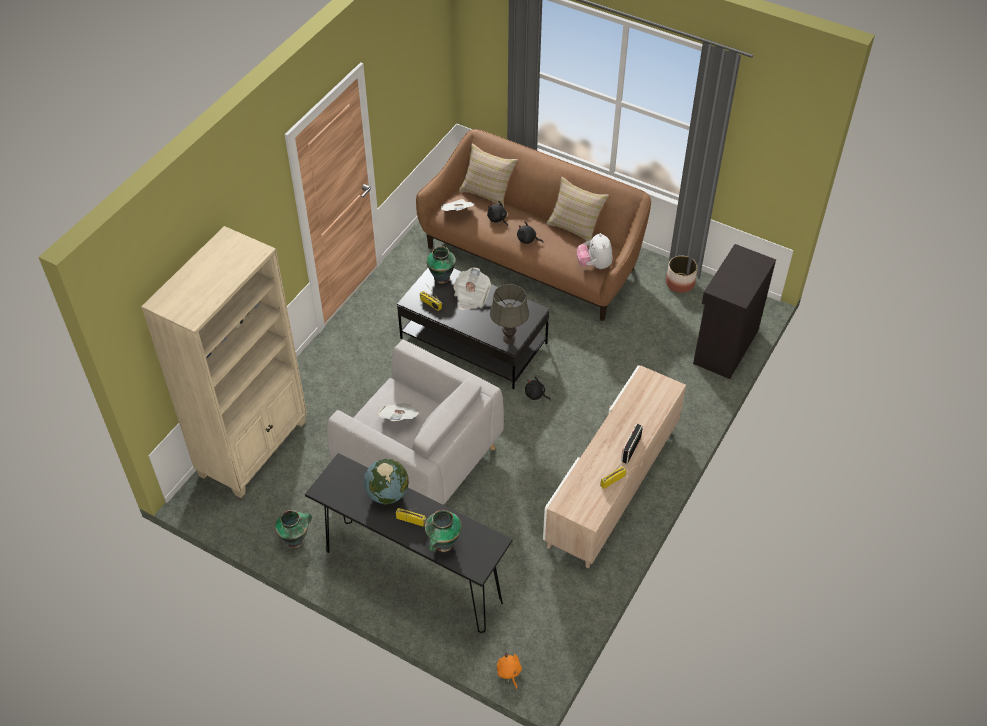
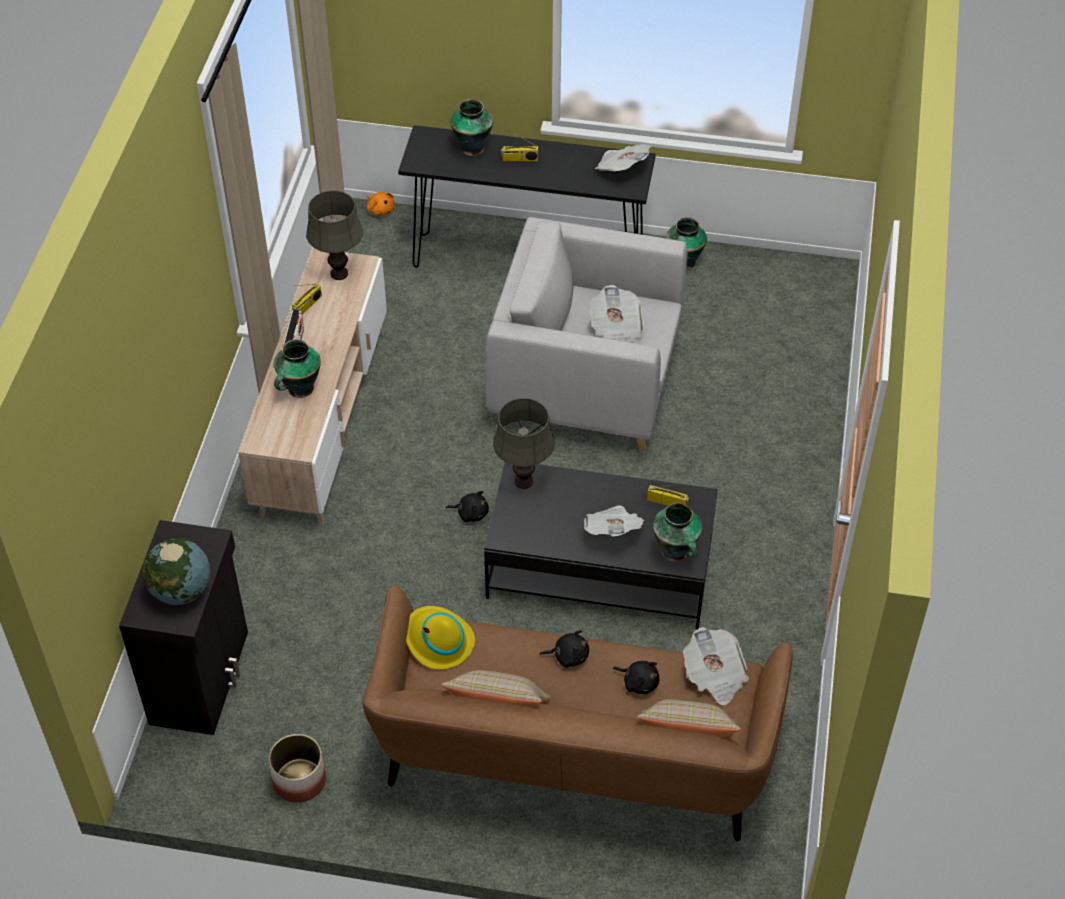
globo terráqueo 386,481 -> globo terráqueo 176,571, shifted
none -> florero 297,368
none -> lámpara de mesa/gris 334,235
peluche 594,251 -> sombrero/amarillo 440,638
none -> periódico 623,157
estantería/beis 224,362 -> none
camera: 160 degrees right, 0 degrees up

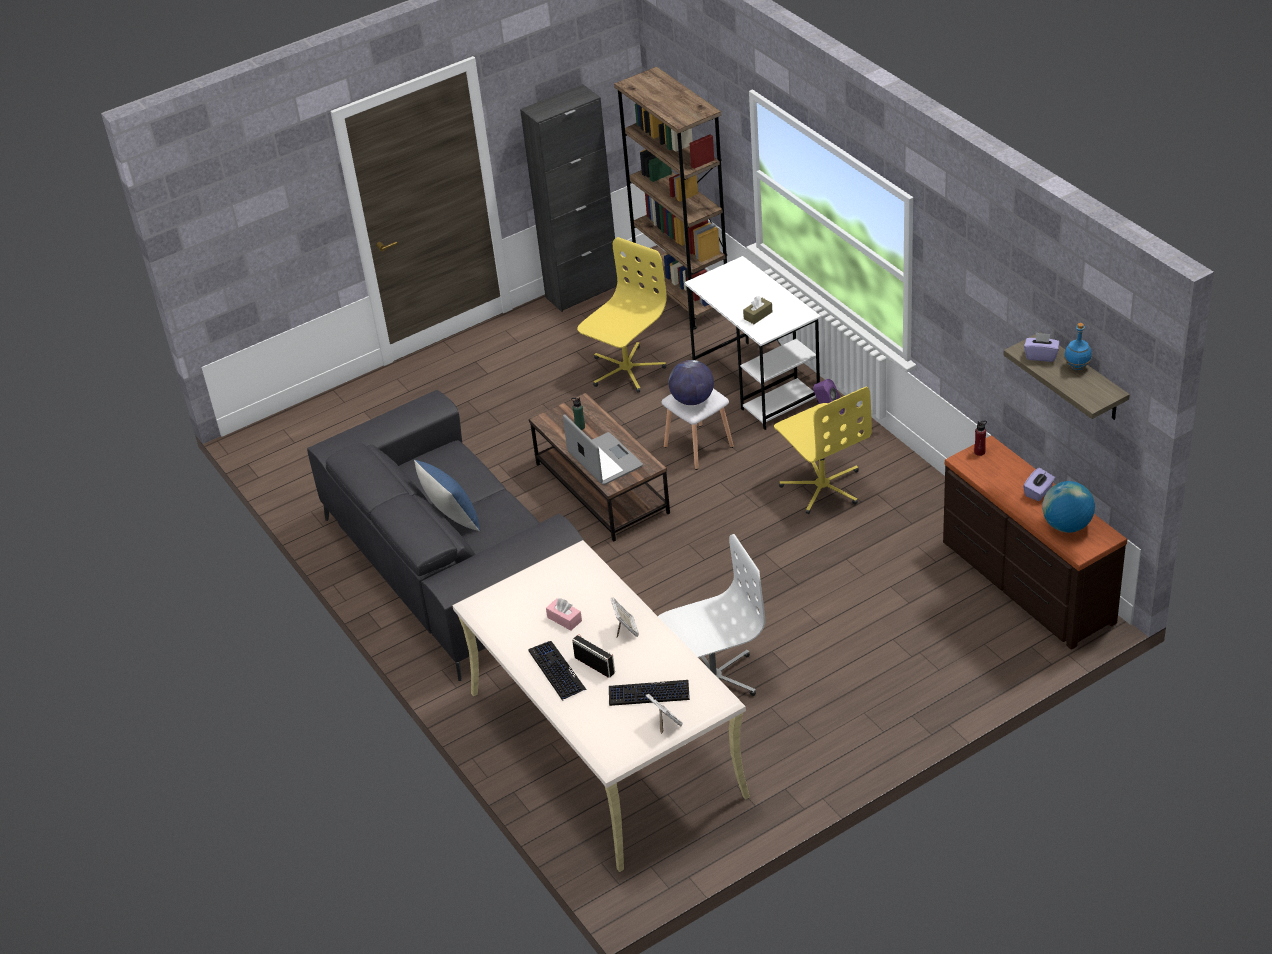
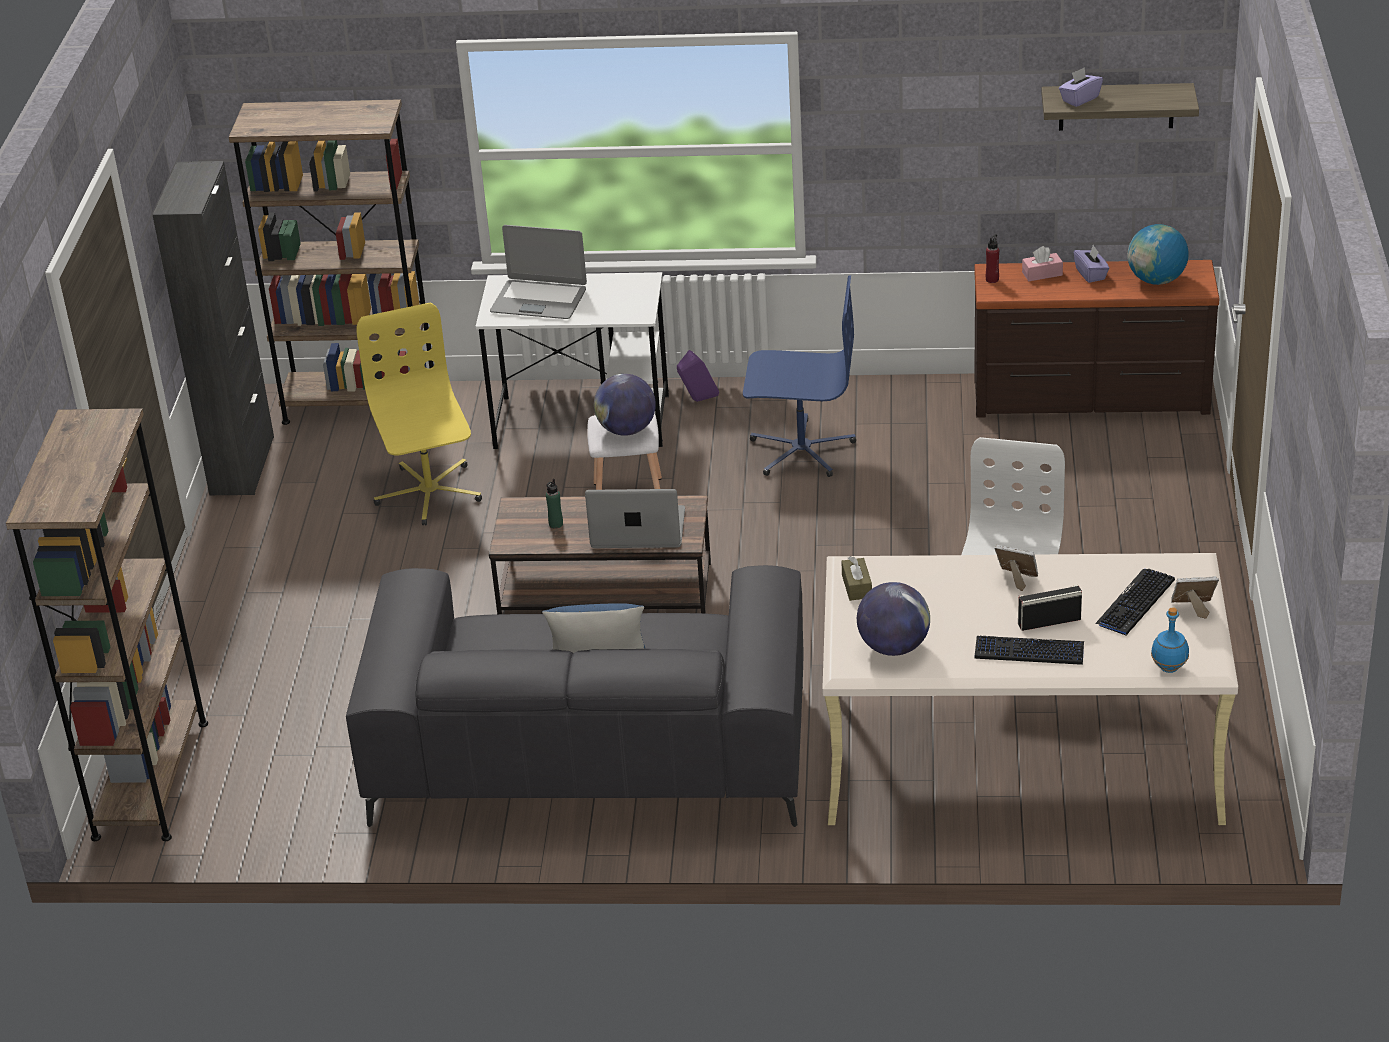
none -> estantería/marrón 107,624
none -> portátil 538,272
silla de oficina/amarillo 823,450 -> silla de oficina/azul 799,376
caja de pañuelos/marrón 757,310 -> caja de pañuelos/marrón 856,578, shifted
none -> globo terráqueo 893,619
caja de pañuelos/rosa 564,614 -> caja de pañuelos/rosa 1042,263, shifted
botella/azul 1078,346 -> botella/azul 1170,640, shifted
camera: 55 degrees left, 5 degrees down

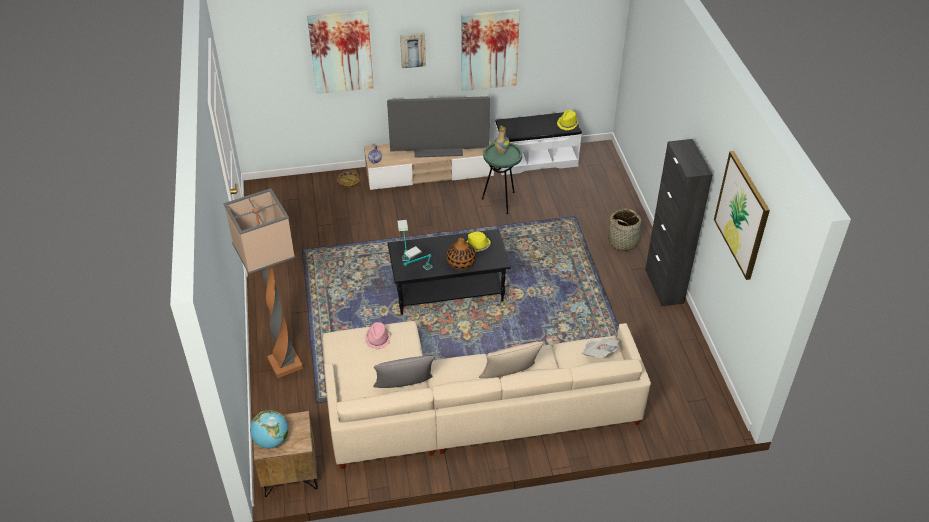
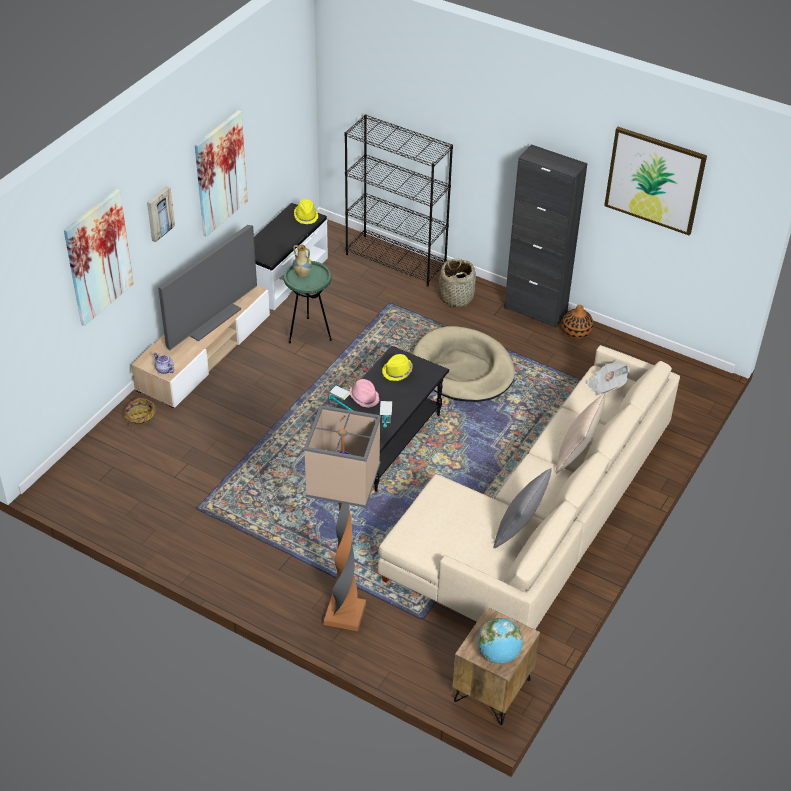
none -> estantería/negro 398,200
sombrero/rosa 378,335 -> sombrero/rosa 365,393, shifted
none -> cama para perro/beis 464,364
florero 461,254 -> florero 577,322, shifted
camera: 50 degrees left, 0 degrees up

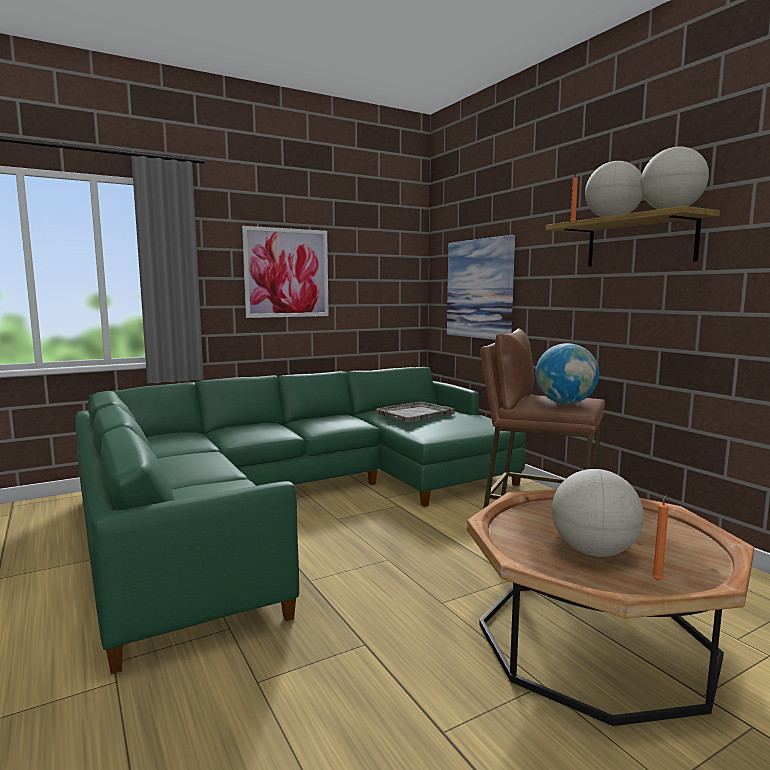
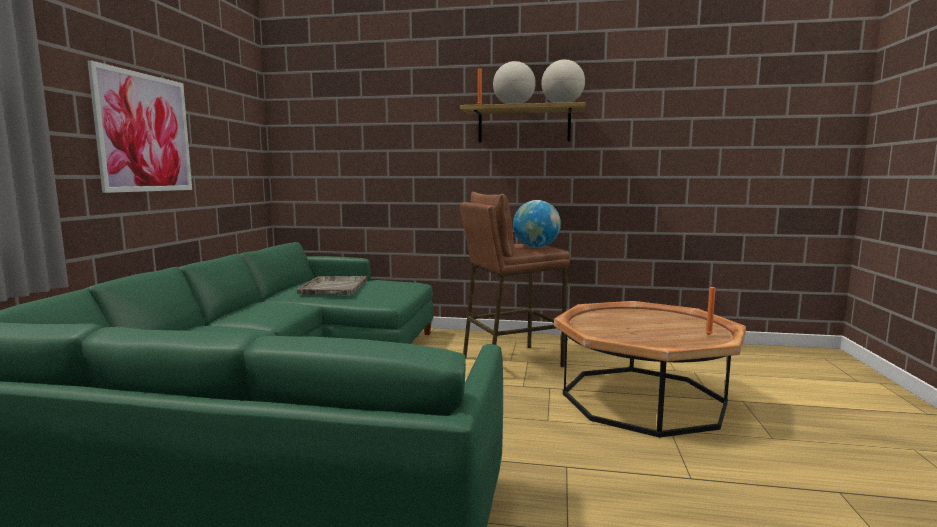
cuadro 481,287 -> none
globo terráqueo 598,513 -> none
camera: 50 degrees left, 0 degrees up

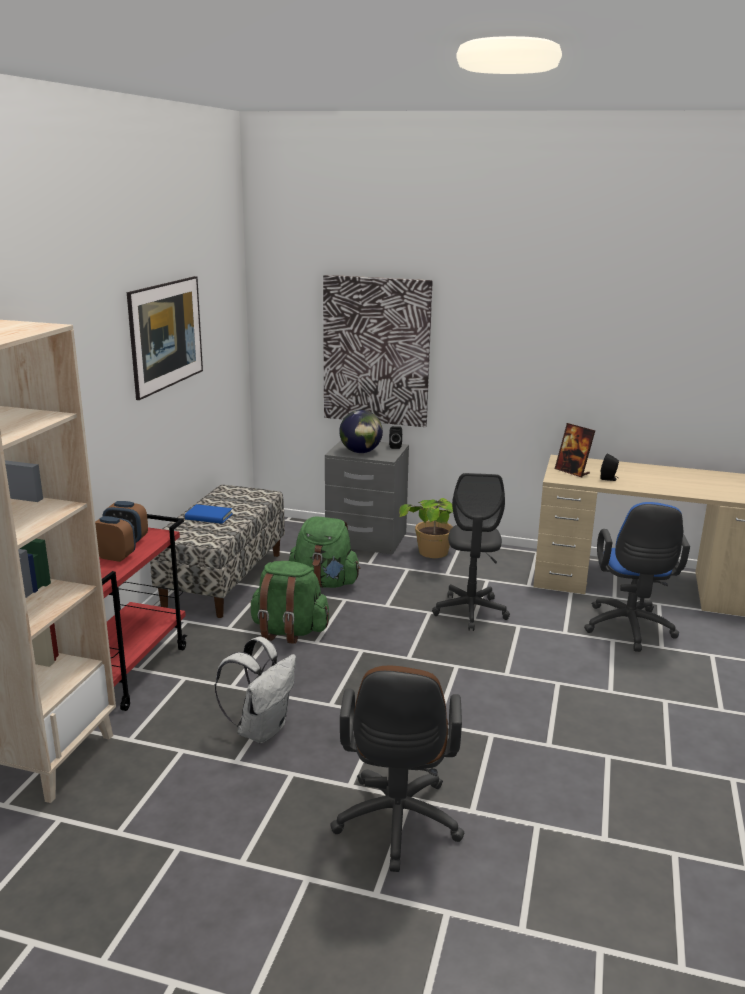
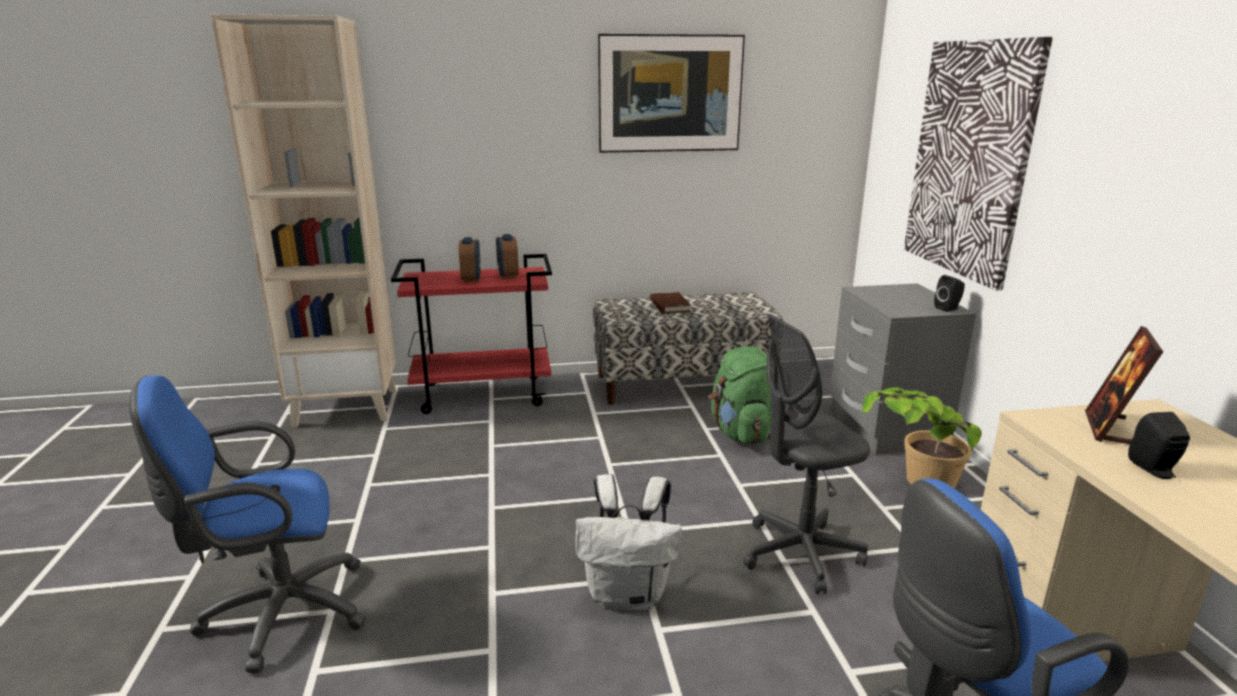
silla de oficina/marrón 397,769 -> silla de oficina/azul 247,524
mochila/blanco 255,690 -> mochila/blanco 628,542, shifted
libro/azul 209,514 -> libro/marrón 670,302
mochila/verde 289,602 -> none
globo terráqueo 361,431 -> none
camera: 65 degrees right, 0 degrees up

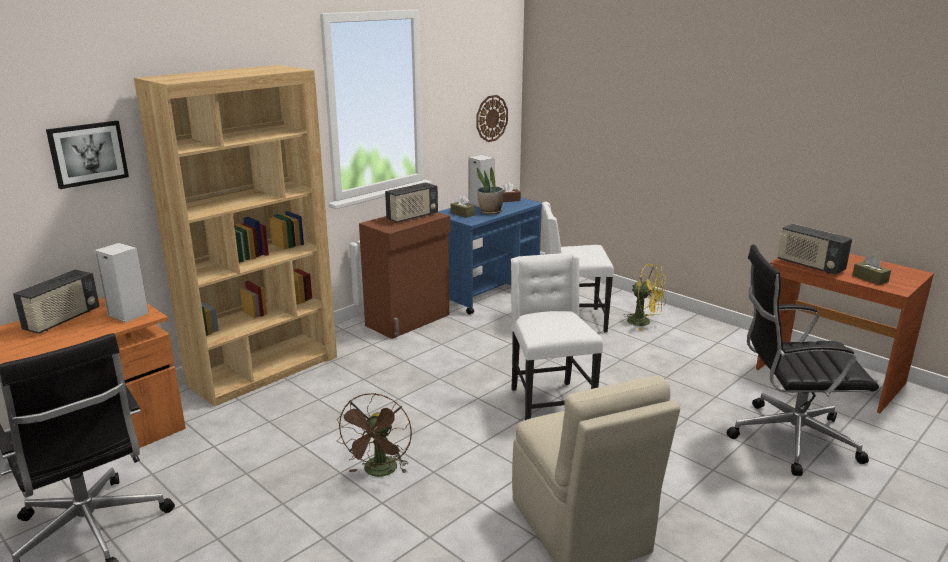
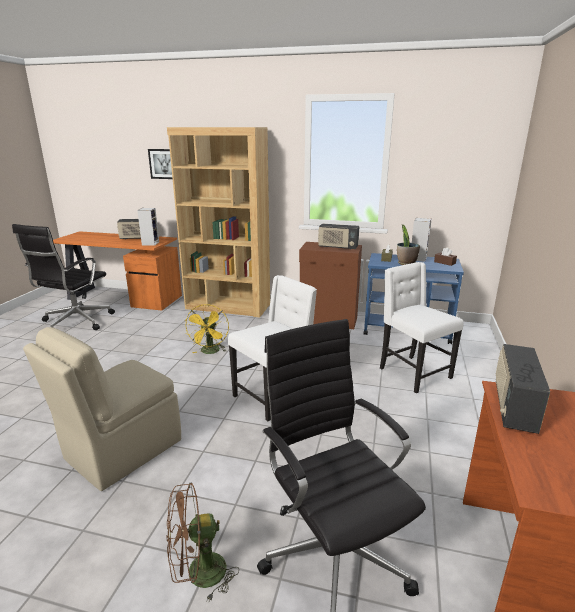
ventilador/marrón 374,435 -> ventilador/marrón 202,542, shifted
ventilador/amarillo 645,297 -> ventilador/amarillo 207,329, shifted
reloj de pared 492,118 -> none
caja de pañuelos/marrón 871,270 -> none
camera: 60 degrees right, 0 degrees up

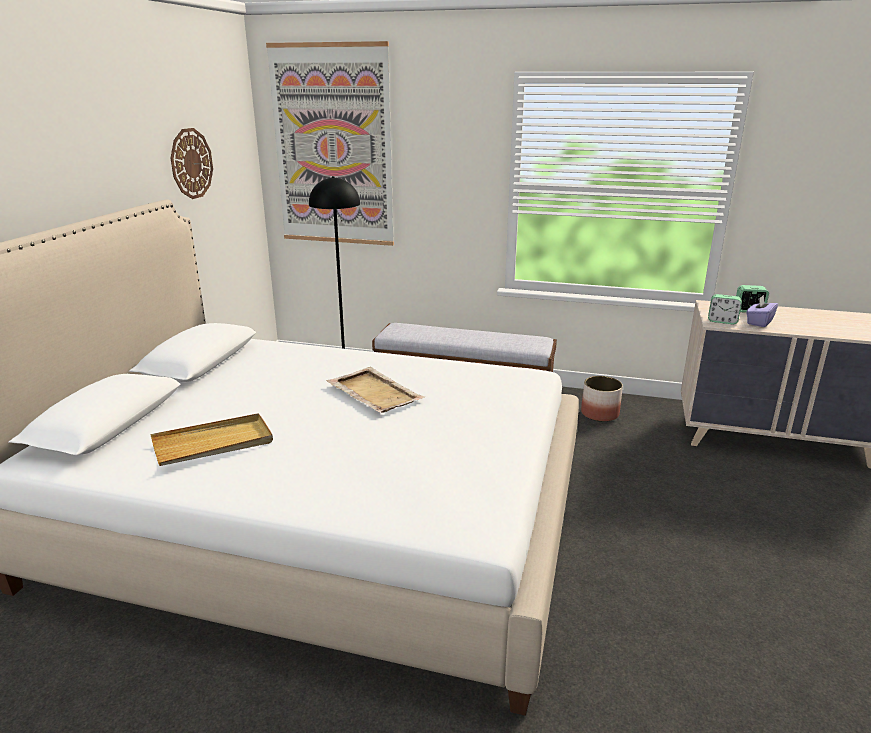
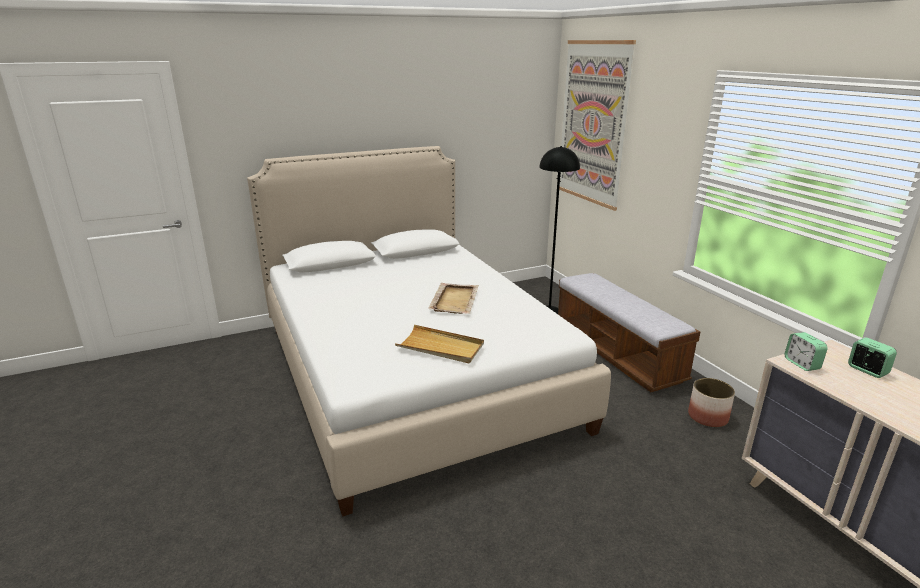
bandeja/beis 211,439 -> bandeja/beis 439,344, shifted
reloj de pared 192,163 -> none
caja de pañuelos/morado 762,311 -> none
camera: 50 degrees right, 0 degrees up

